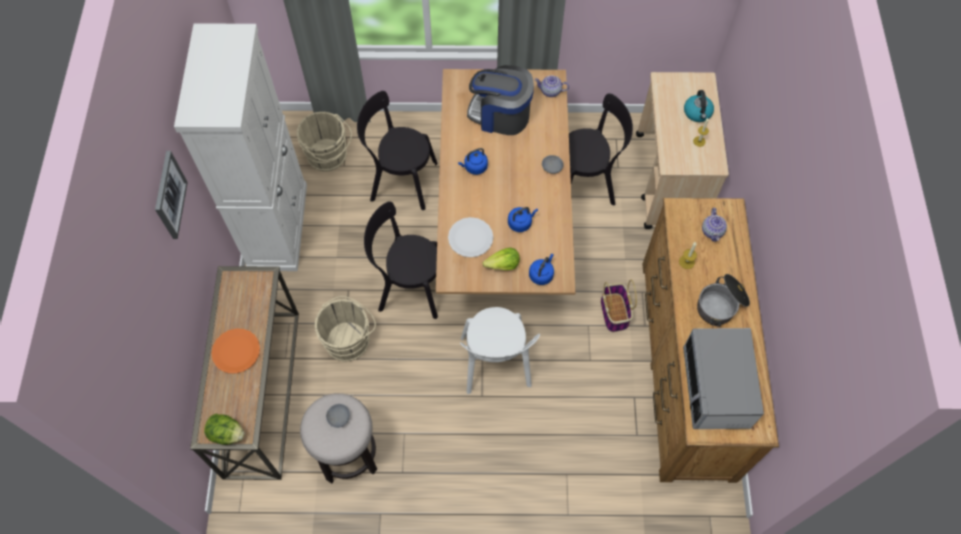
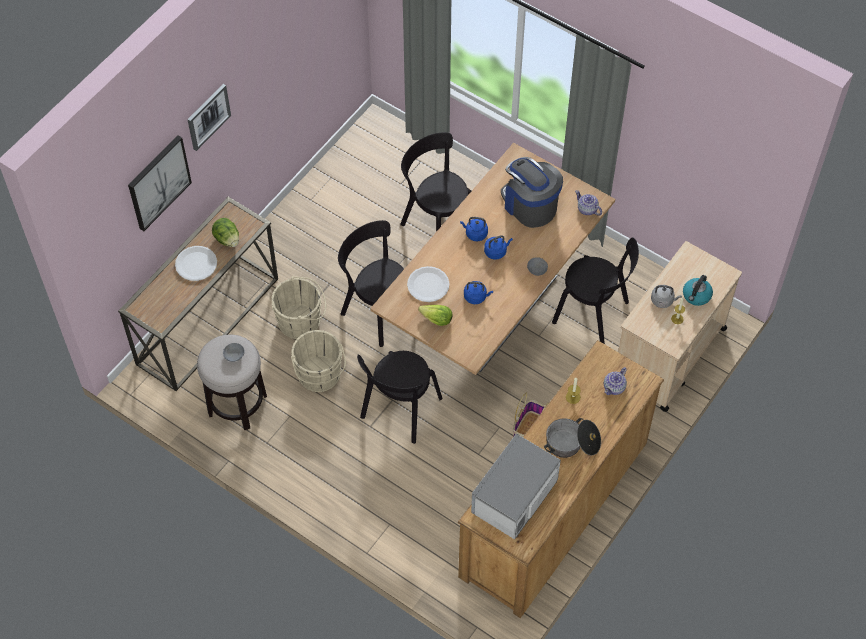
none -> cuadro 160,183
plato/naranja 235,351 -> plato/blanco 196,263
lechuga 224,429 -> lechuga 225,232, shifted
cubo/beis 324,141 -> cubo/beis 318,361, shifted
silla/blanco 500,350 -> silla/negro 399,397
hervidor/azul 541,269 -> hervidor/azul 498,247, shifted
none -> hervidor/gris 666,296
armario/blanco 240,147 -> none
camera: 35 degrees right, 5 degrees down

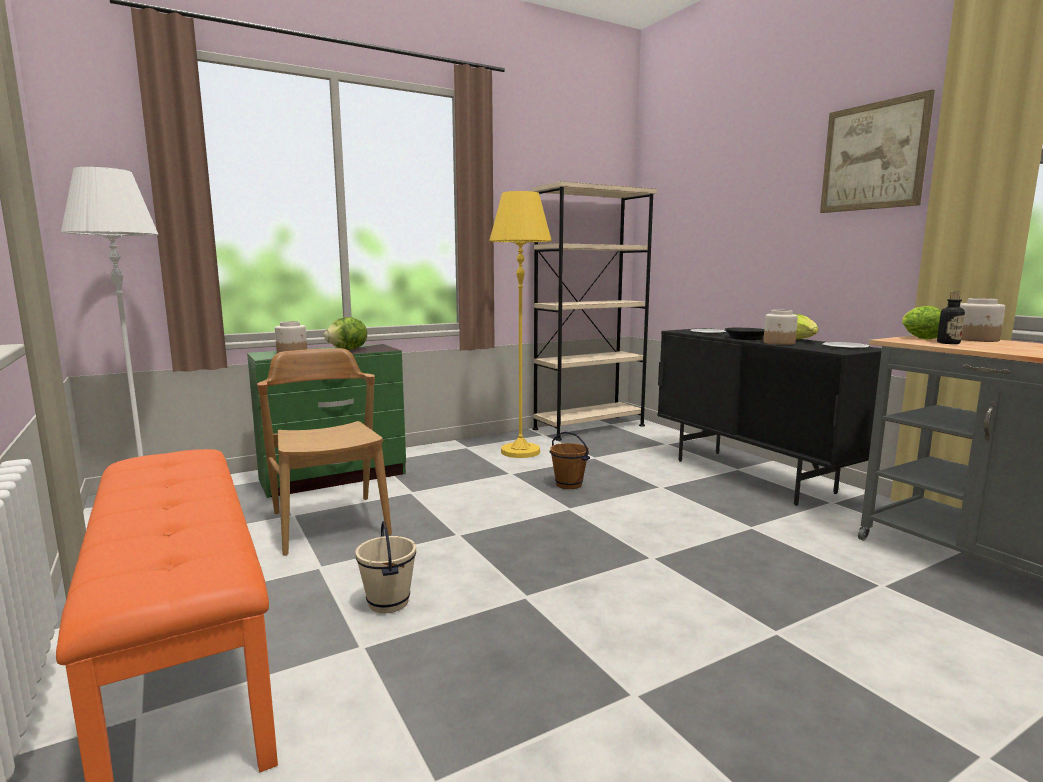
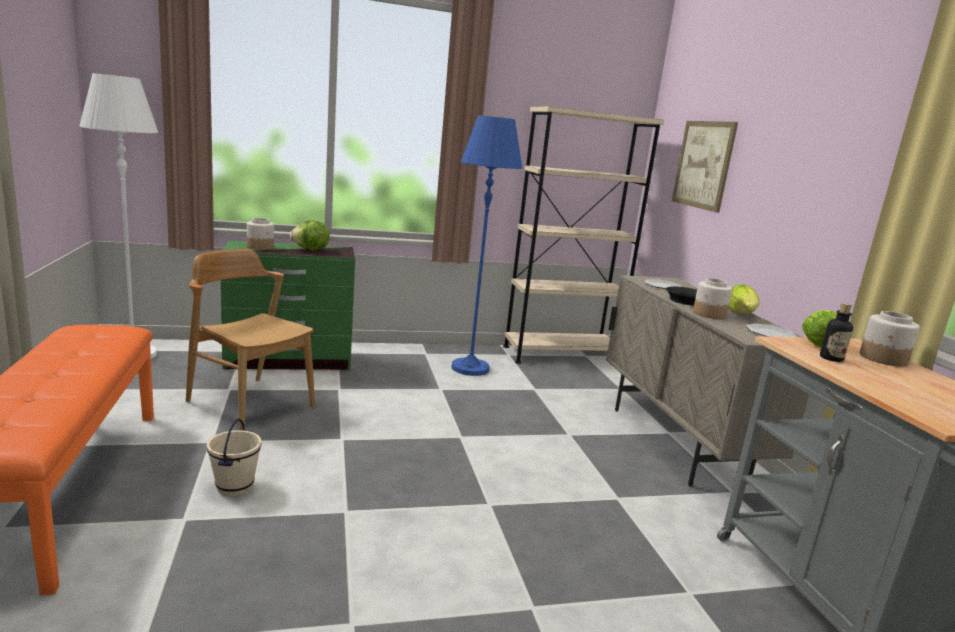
silla/marrón 324,452 -> silla/marrón 250,340, 45 degrees counterclockwise
lámpara de pie/amarillo 520,324 -> lámpara de pie/azul 486,245
armario/negro 770,417 -> armario/beis 707,381
cuadro 877,151 -> cuadro 705,167, shifted
cubo/marrón 569,460 -> none
camera: 15 degrees right, 5 degrees up

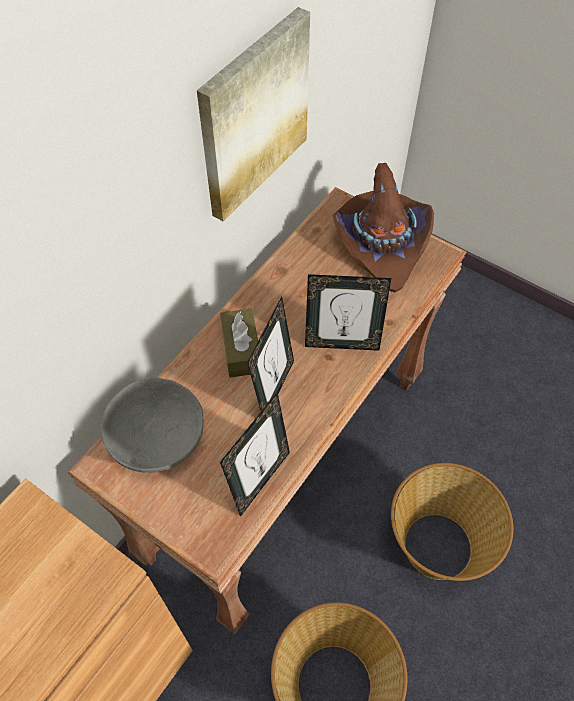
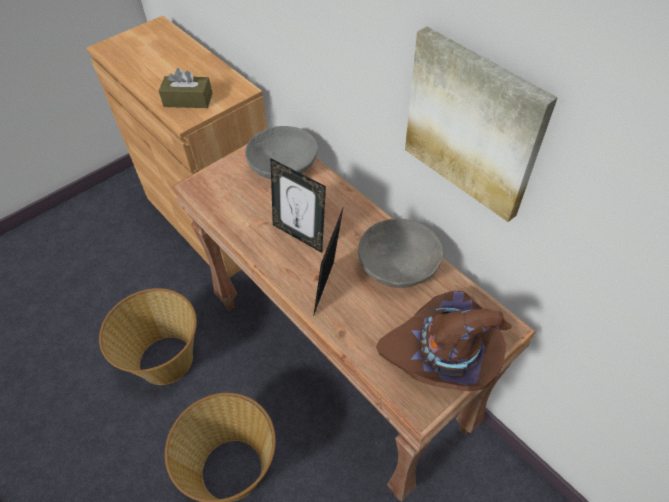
caja de pañuelos/marrón 239,343 -> caja de pañuelos/marrón 186,88, shifted
none -> cuenco/gris 401,253
portarretratos 255,454 -> none
camera: 105 degrees right, 5 degrees down

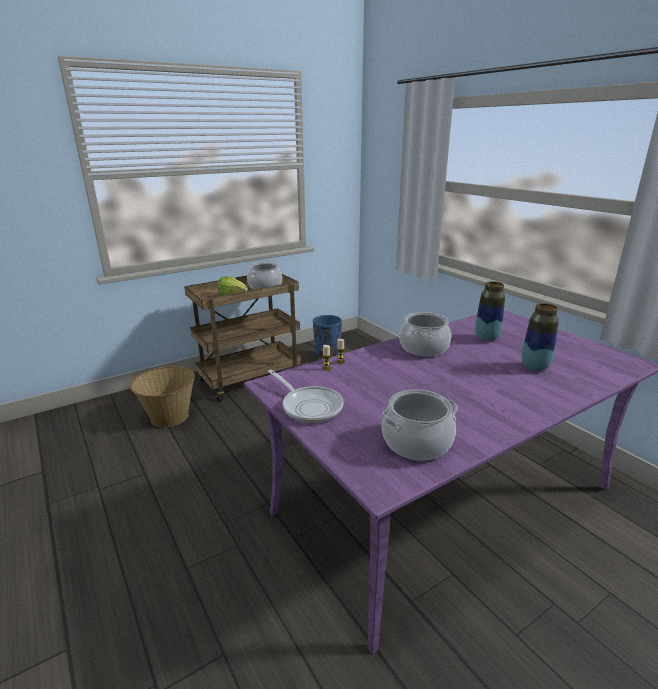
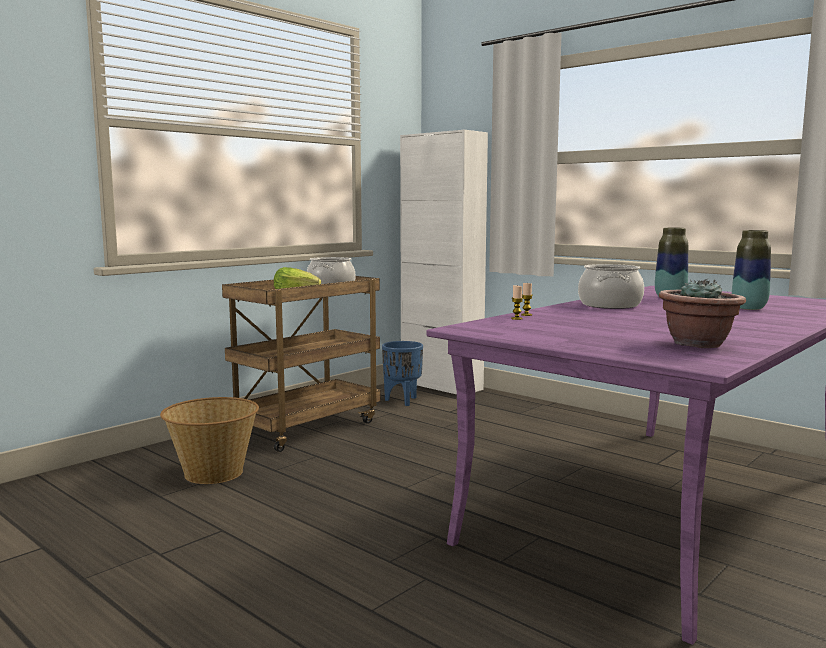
none -> armario/blanco 444,262
olla 419,425 -> planta en maceta 702,313
sartén 306,396 -> none
camera: 15 degrees left, 15 degrees down

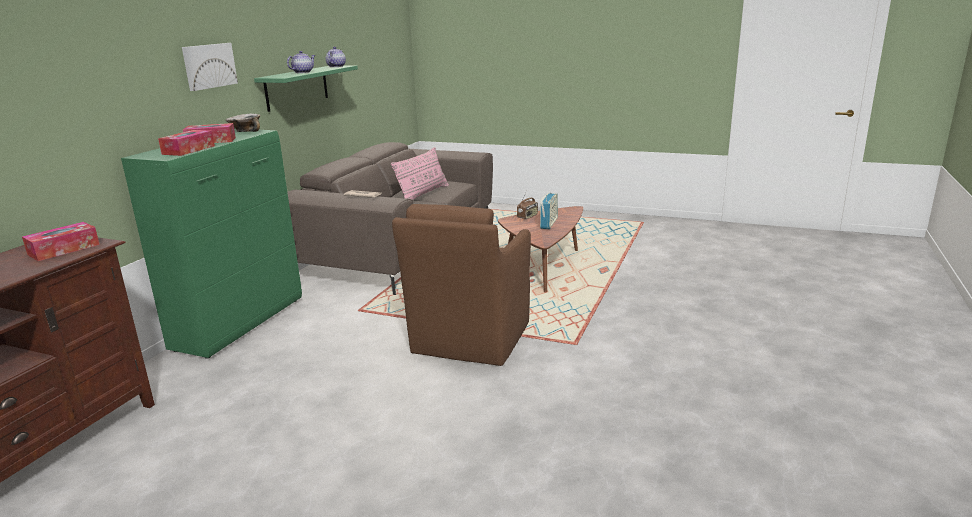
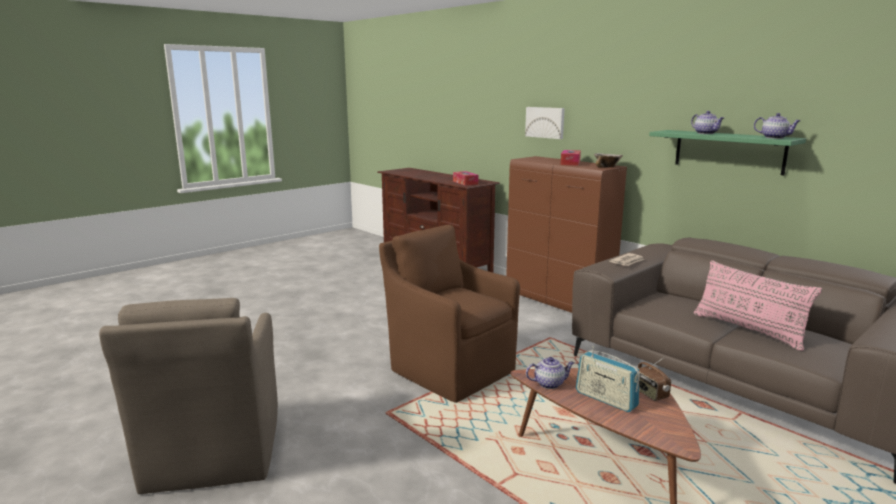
none -> sillón/marrón 188,396
armario/verde 211,244 -> armario/marrón 566,234
cuadro 210,67 -> cuadro 545,123, shifted
none -> tetera 550,373
caja de pañuelos 186,143 -> none
camera: 115 degrees right, 5 degrees down

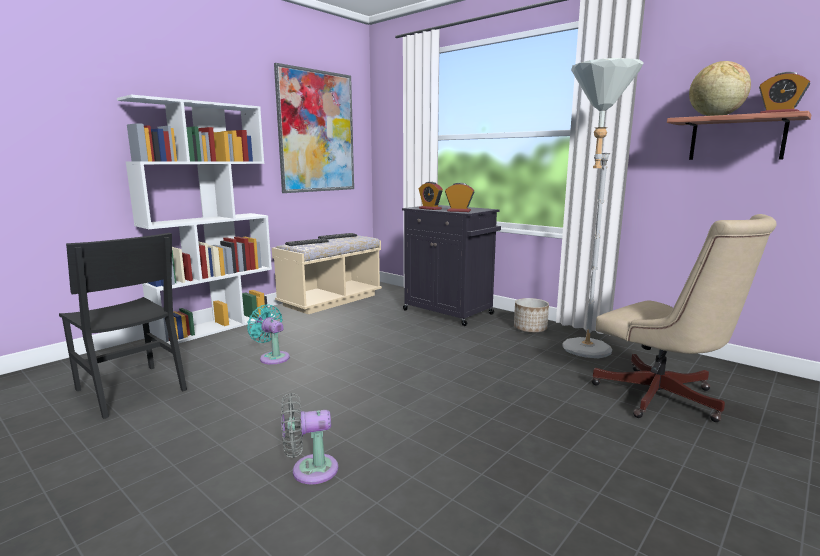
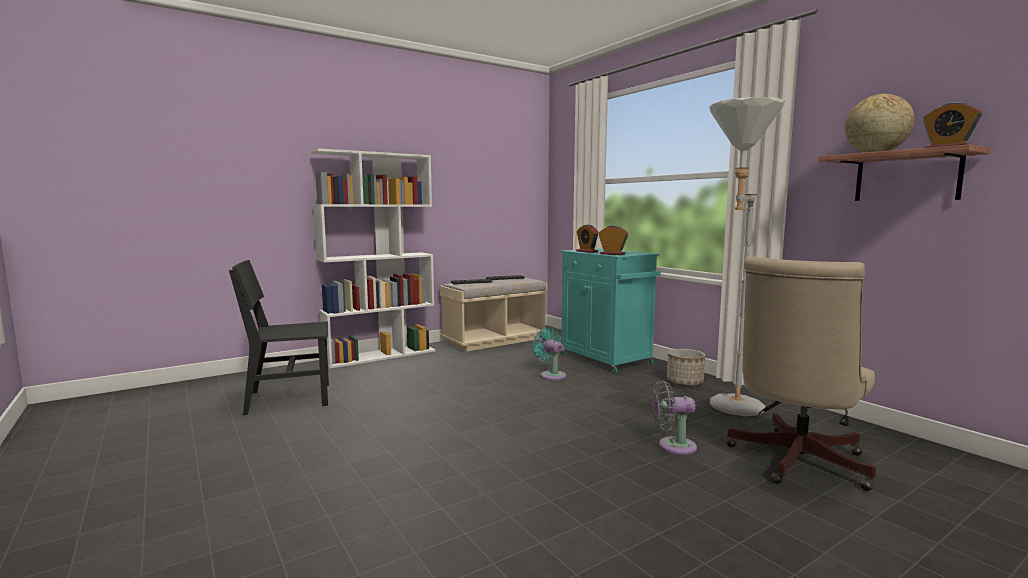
silla/negro 123,326 -> silla/negro 279,337, 105 degrees clockwise
ventilador/turquesa 268,335 -> ventilador/turquesa 549,354, shifted
armario/negro 451,265 -> armario/turquesa 610,311
ventilador/gris 309,438 -> ventilador/gris 674,418, shifted
silla de oficina/beis 684,318 -> silla de oficina/beis 801,373, 60 degrees clockwise
cuadro 314,128 -> none
camera: 15 degrees right, 5 degrees down

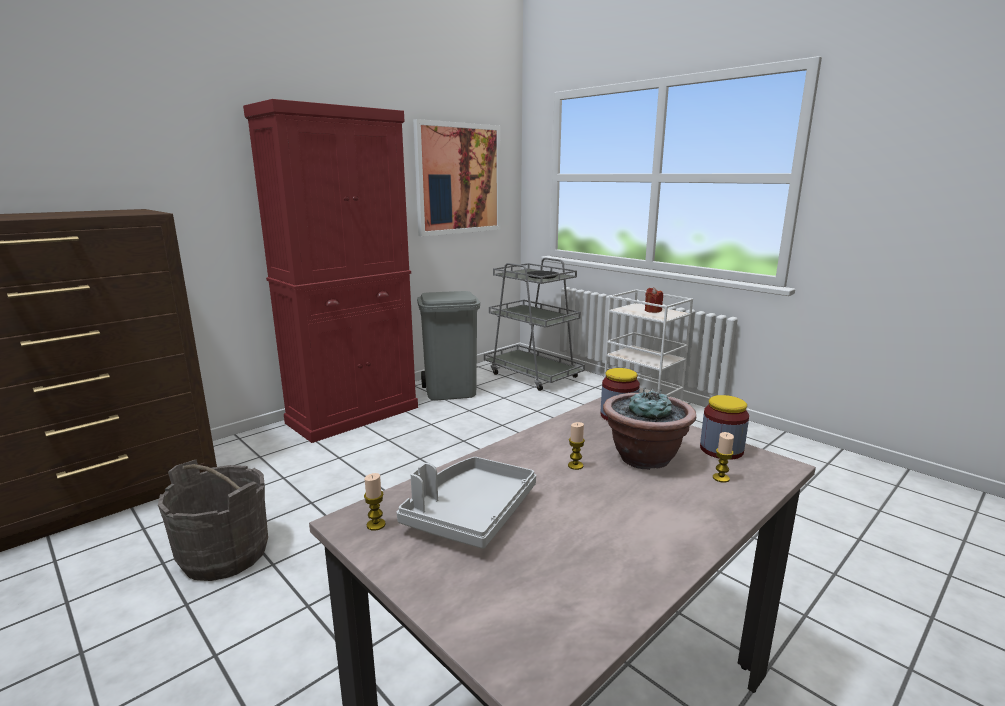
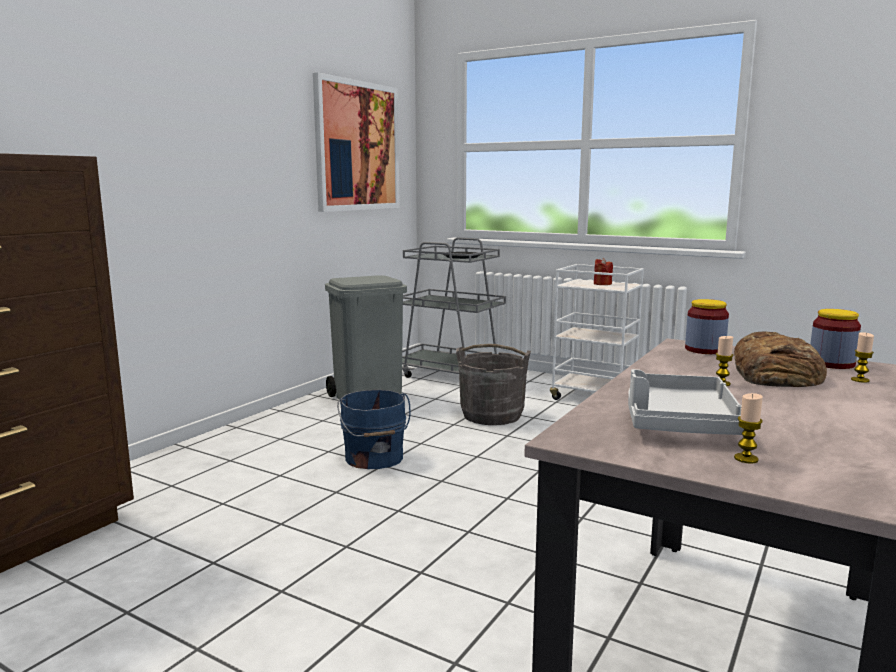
none -> cubo/azul 374,429
cubo/gris 213,520 -> cubo/gris 493,384, shifted
planta en maceta 649,429 -> pan 780,359
vela 375,502 -> vela 748,428, shifted
armario/rojo 330,271 -> none
camera: 15 degrees left, 5 degrees down

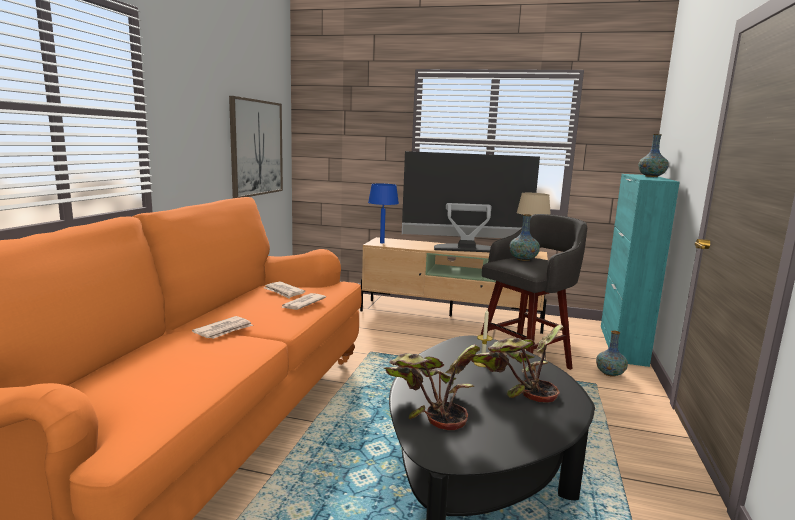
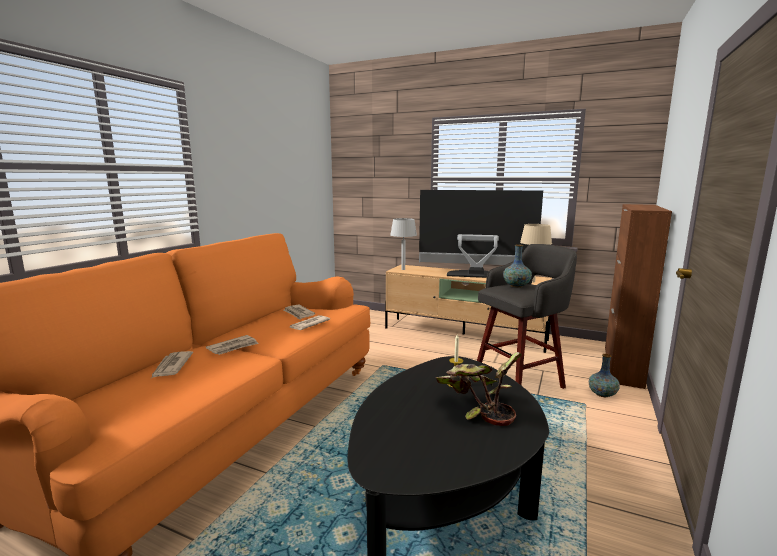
none -> periódico 172,364
lámpara de mesa/azul 383,213 -> lámpara de mesa/gris 403,244
armario/turquesa 640,270 -> armario/marrón 638,296
cuadro 256,147 -> none
planta en maceta 431,387 -> none
florero 653,155 -> none
camera: 10 degrees right, 0 degrees up

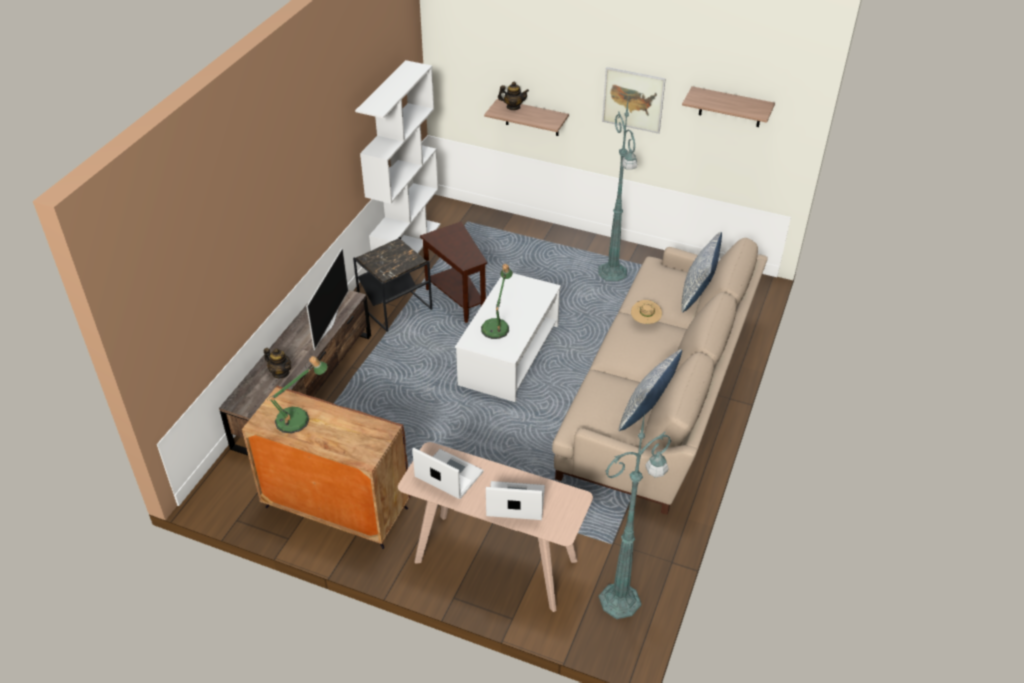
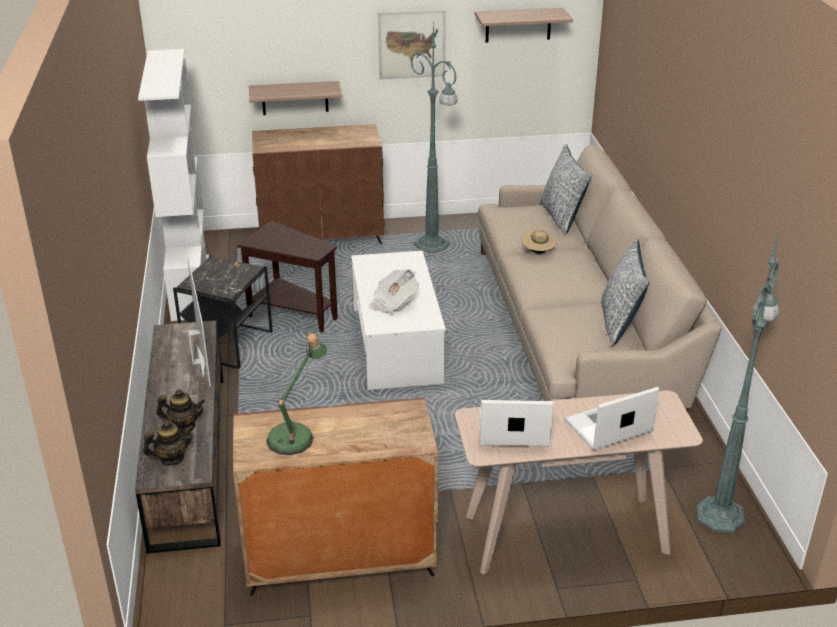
tetera 513,96 -> tetera 168,443, shifted
none -> armario/marrón 318,184
lámpara de mesa 497,301 -> periódico 394,291
camera: 30 degrees left, 10 degrees down

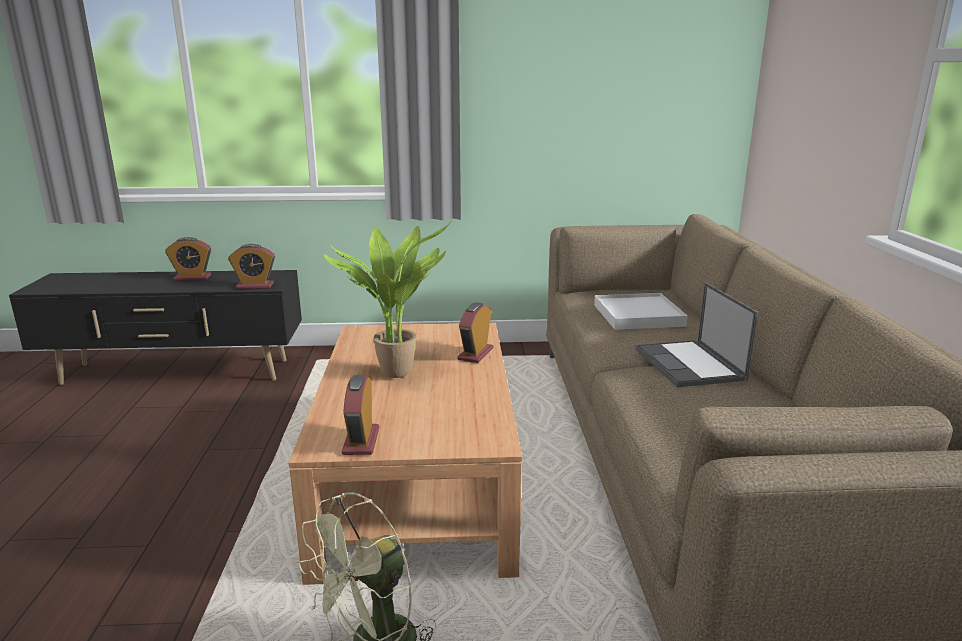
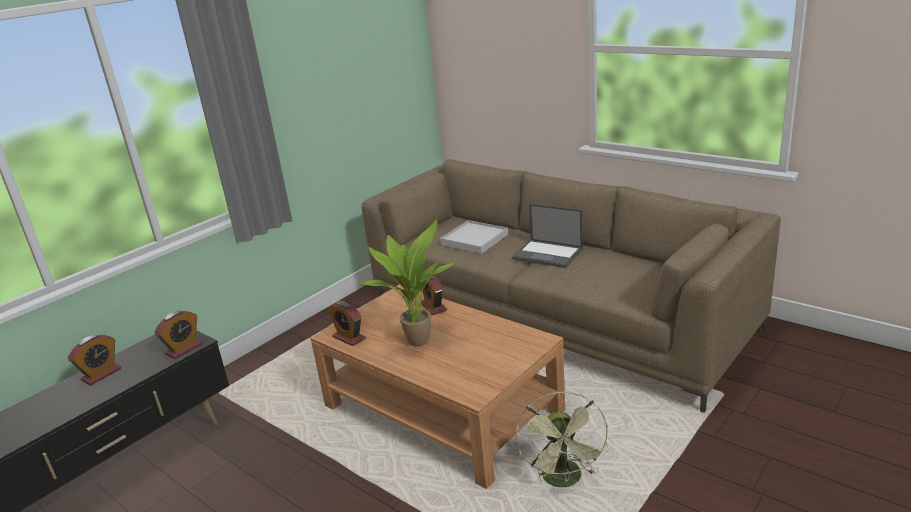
despertador 360,415 -> despertador 346,323, shifted
camera: 45 degrees left, 5 degrees up

